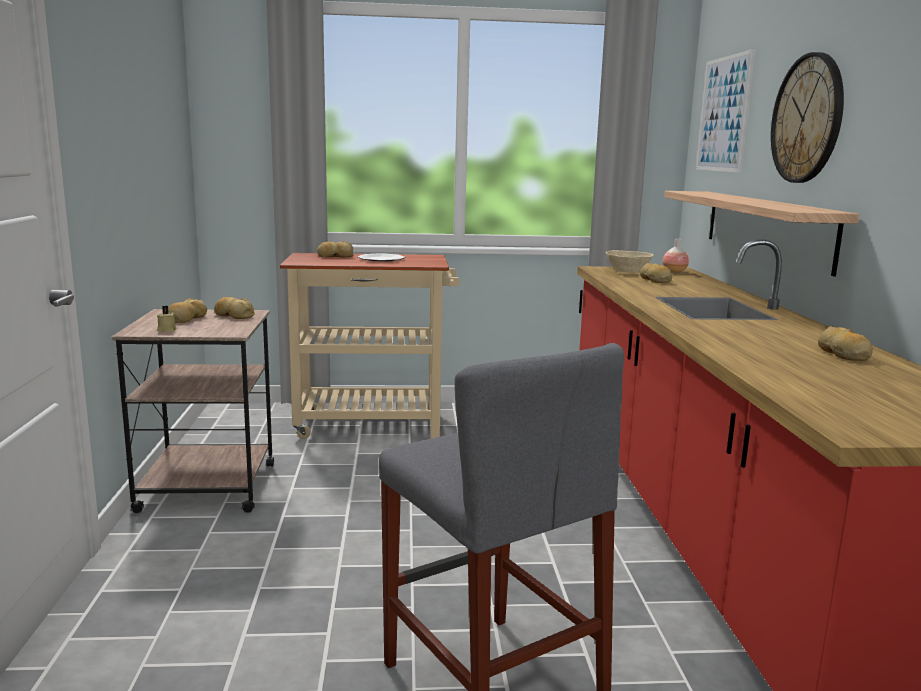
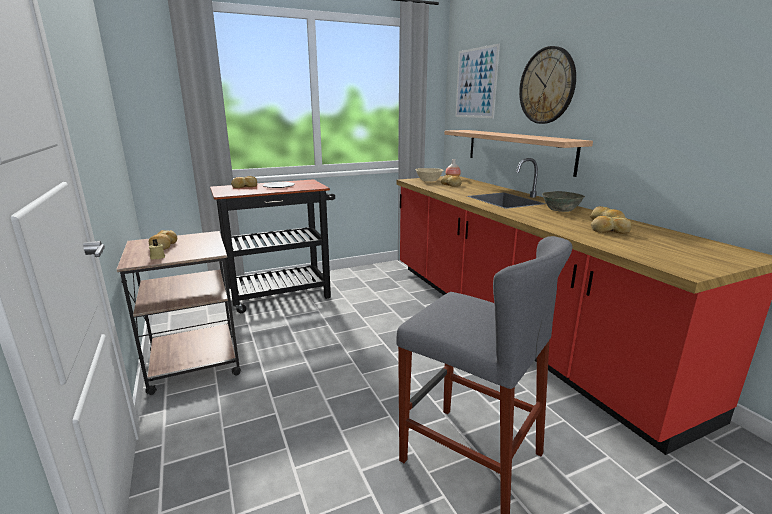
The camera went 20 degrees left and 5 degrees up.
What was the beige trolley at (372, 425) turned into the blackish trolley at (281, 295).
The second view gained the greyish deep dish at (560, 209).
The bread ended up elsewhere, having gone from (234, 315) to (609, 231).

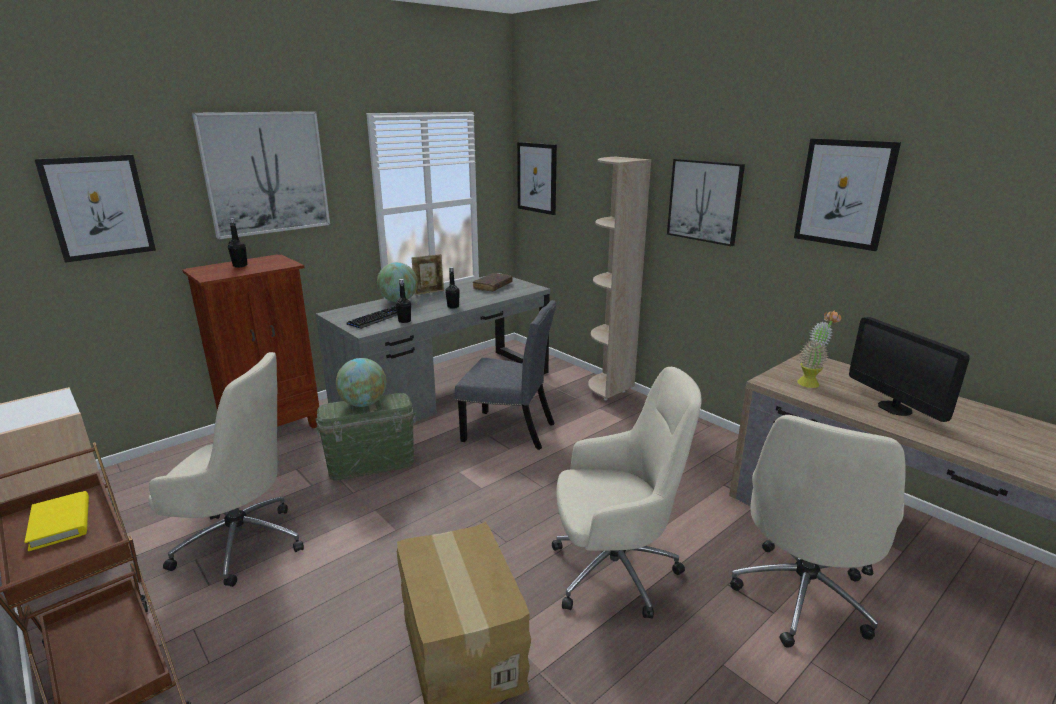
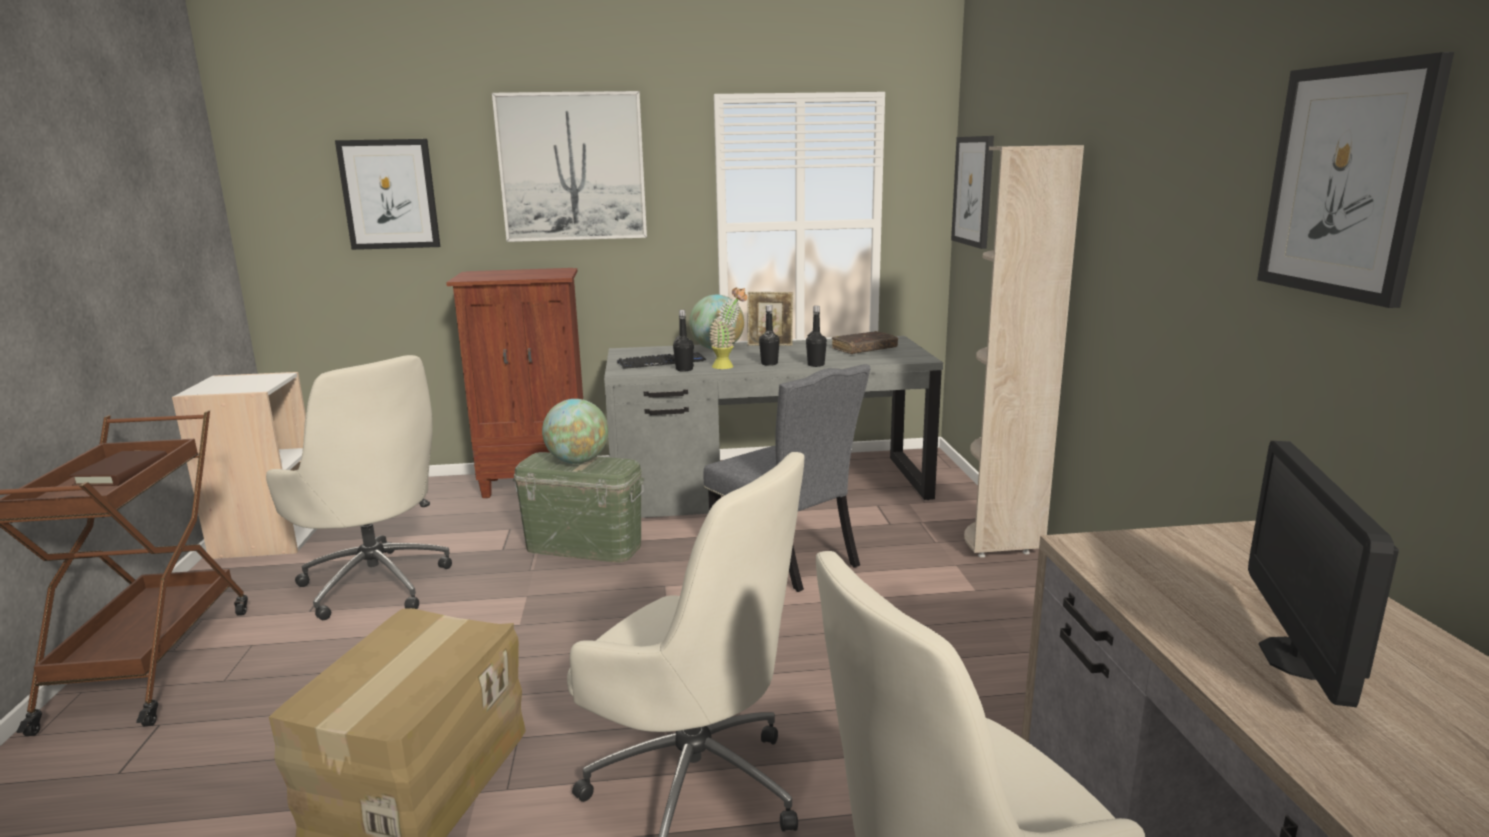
The camera went 35 degrees right and 5 degrees down.
What was the yellow volume at (61, 523) turned into the brownish volume at (122, 473).
The potted plant ended up elsewhere, having gone from (811, 382) to (728, 366).
The blackish beverage bottle ended up elsewhere, having gone from (240, 266) to (816, 365).
The second view lost the wall picture at (705, 201).

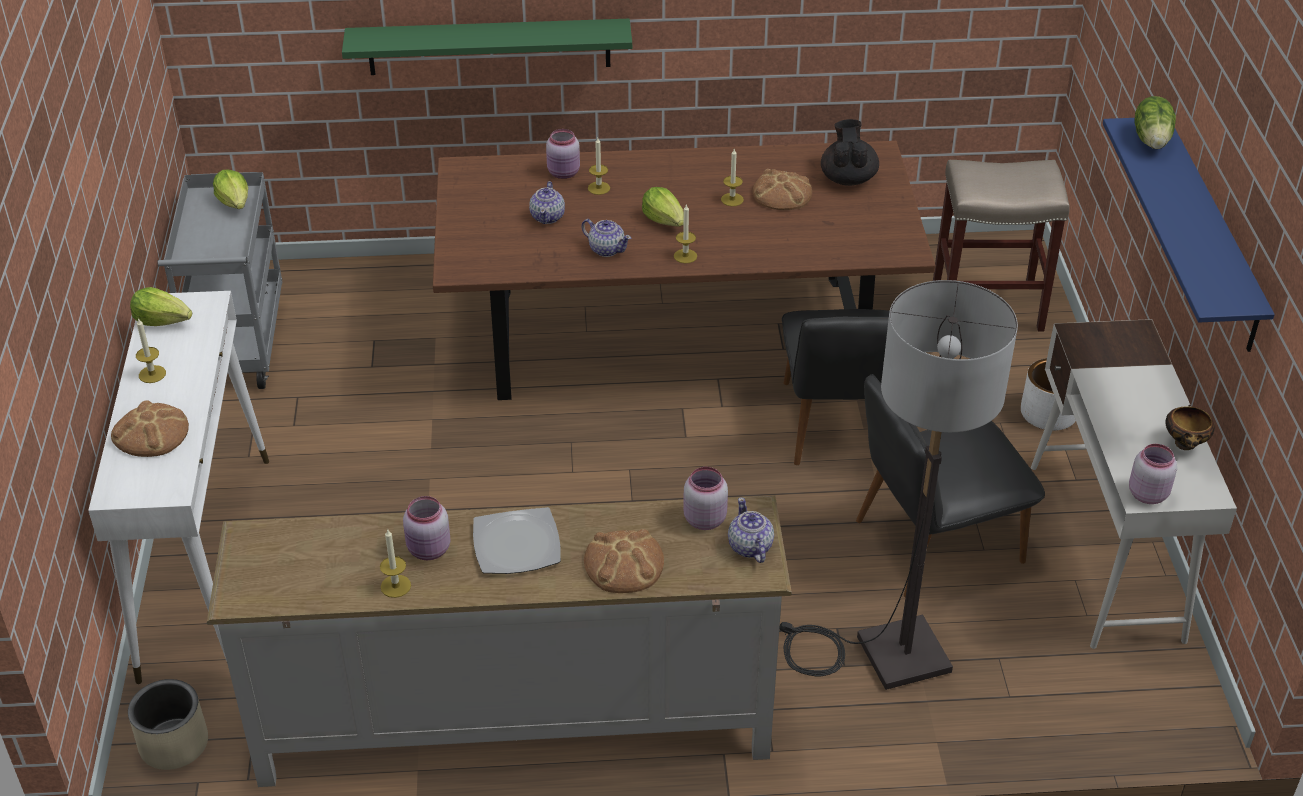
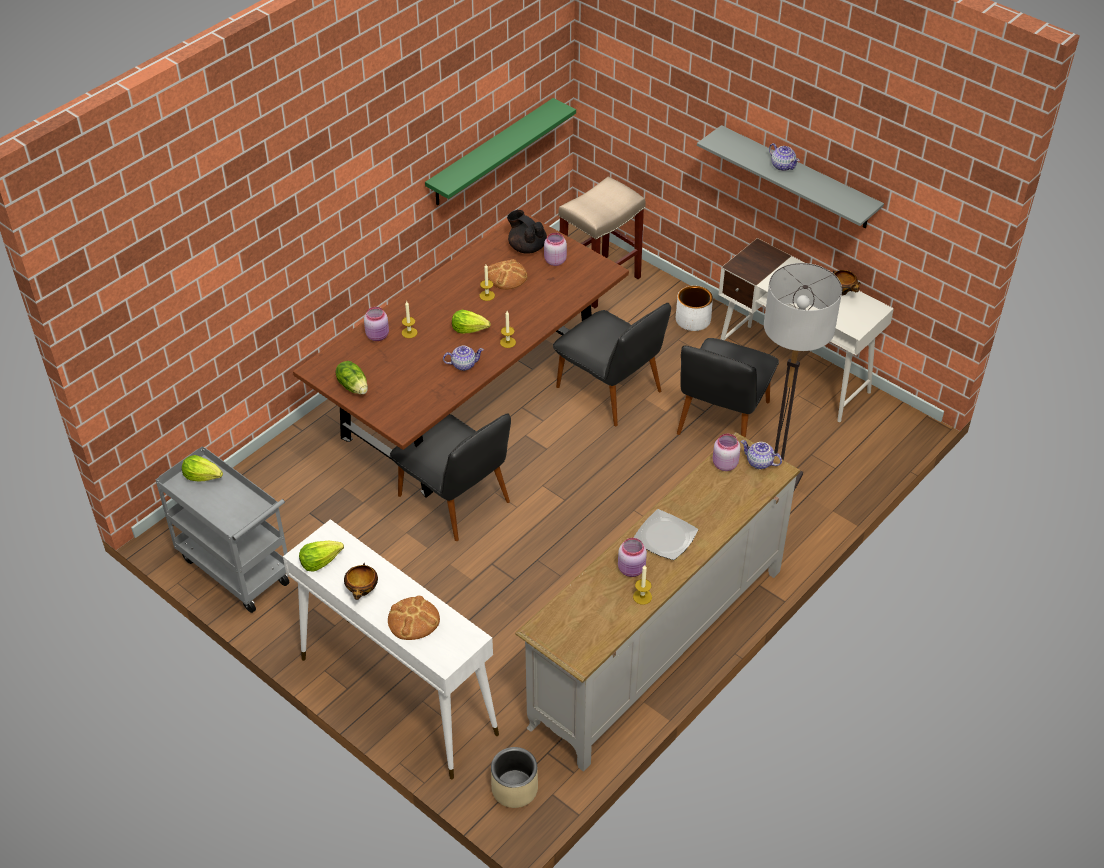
The camera went 45 degrees left and 5 degrees up.
The lettuce ended up elsewhere, having gone from (1152, 140) to (353, 386).
Where the wax light stood at (152, 374), the deep dish came to stand at (362, 592).
The second view gained the blackish plain chair at (454, 498).
The greenish bracket shelf ended up elsewhere, having gone from (489, 46) to (491, 153).
The pinkish jar ended up elsewhere, having gone from (1146, 493) to (554, 261).
What was the bluish bracket shelf at (1211, 234) turned into the greyish bracket shelf at (798, 178).
The tea pot ended up elsewhere, having gone from (548, 217) to (782, 166).
The second view lost the bread at (624, 564).

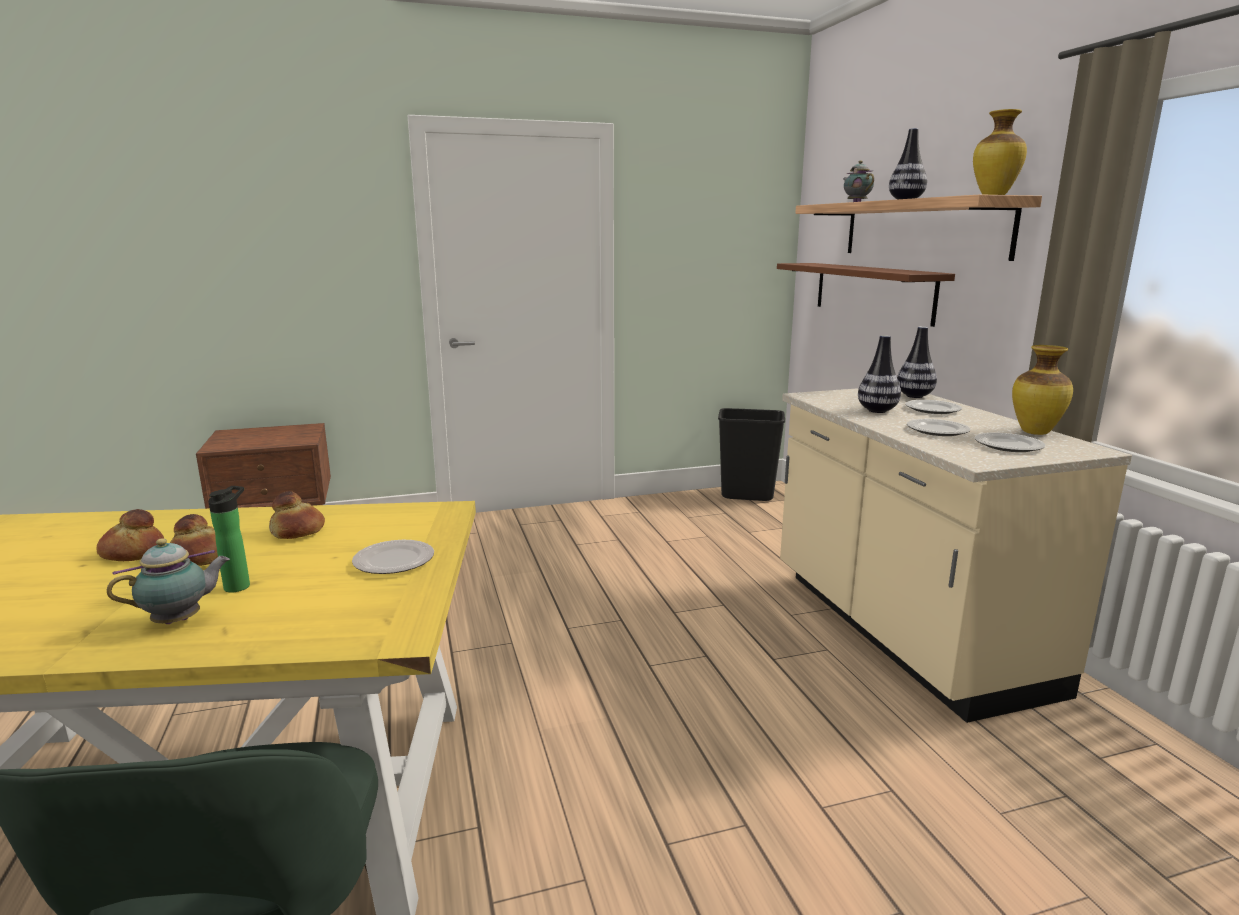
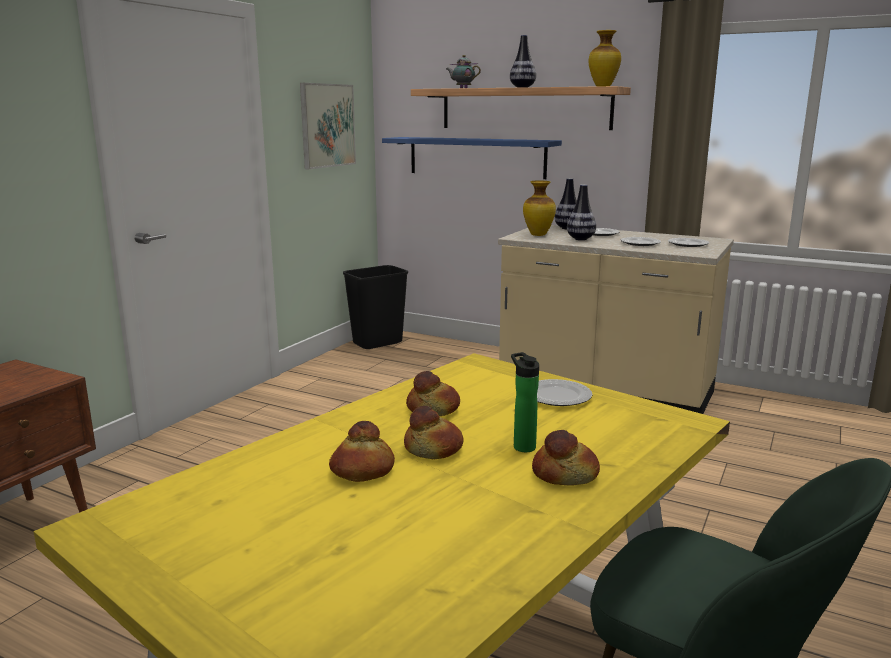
The camera went 45 degrees left and 0 degrees up.
The second view gained the wall picture at (327, 125).
What was the brownish bracket shelf at (872, 291) turned into the bluish bracket shelf at (476, 157).
The decorative vase ended up elsewhere, having gone from (1036, 432) to (538, 235).
Where the tea pot stood at (181, 621), the bread came to stand at (565, 475).

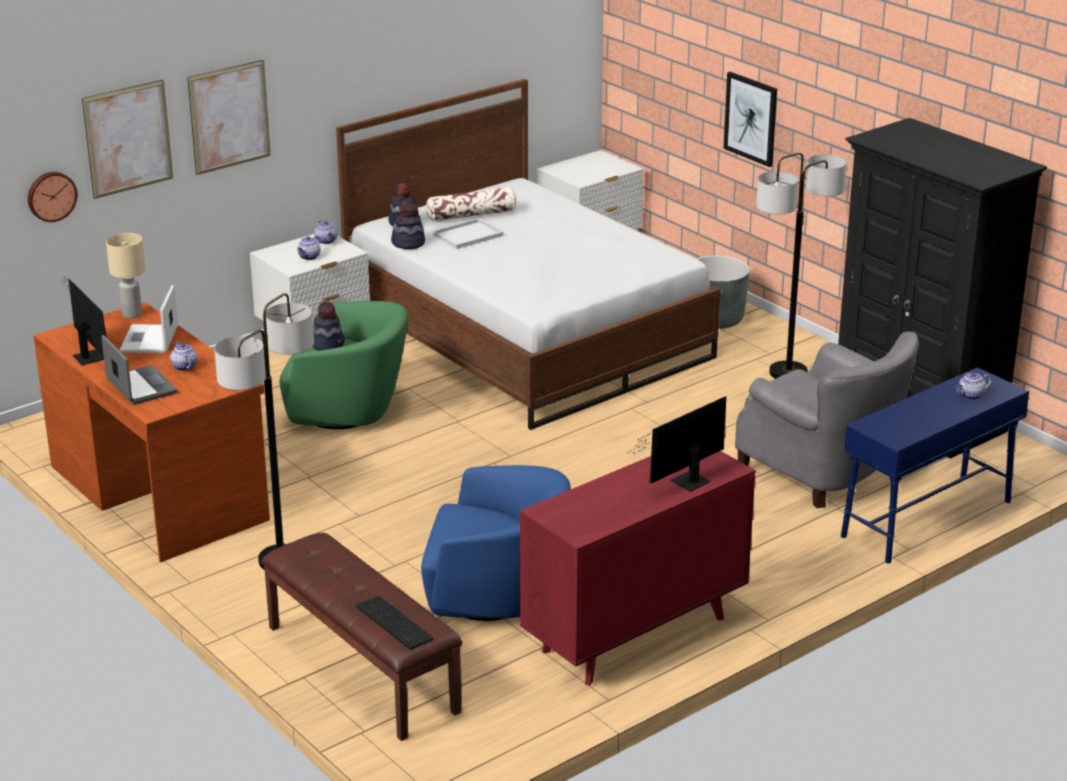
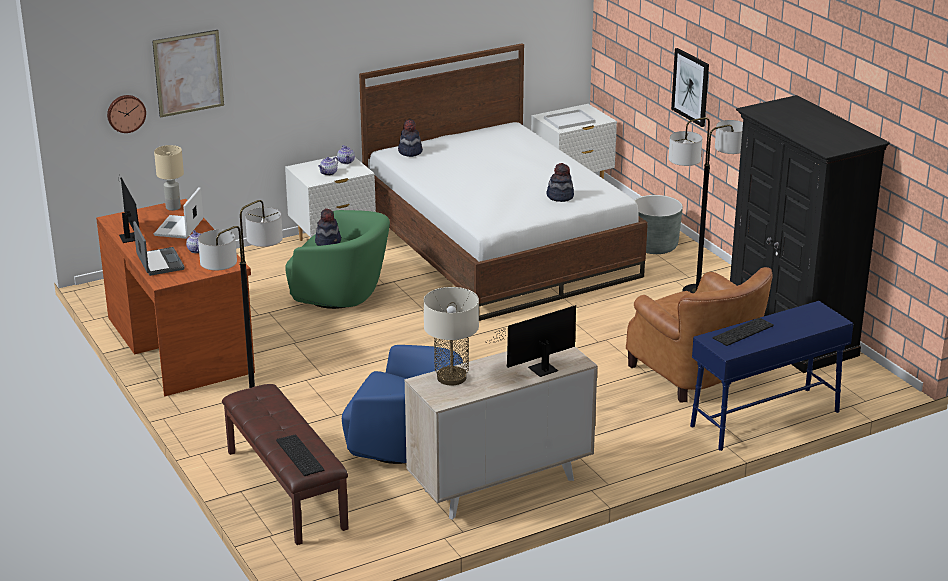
The camera went 10 degrees right and 0 degrees up.
What was the reddish chest of drawers at (635, 635) turned into the white-coloured chest of drawers at (500, 485).
The second view gained the tabletop lamp at (451, 377).
The white-coloured serving tray ended up elsewhere, having gone from (467, 236) to (569, 121).
The wearable hat ended up elsewhere, having gone from (408, 243) to (560, 196).
What was the greyish armchair at (822, 473) turned into the brownish armchair at (694, 375).
The second view gained the computer keyboard at (743, 332).
The second view lost the wall picture at (229, 117).
The second view lost the throw pillow at (471, 215).
The second view lost the tea pot at (970, 396).

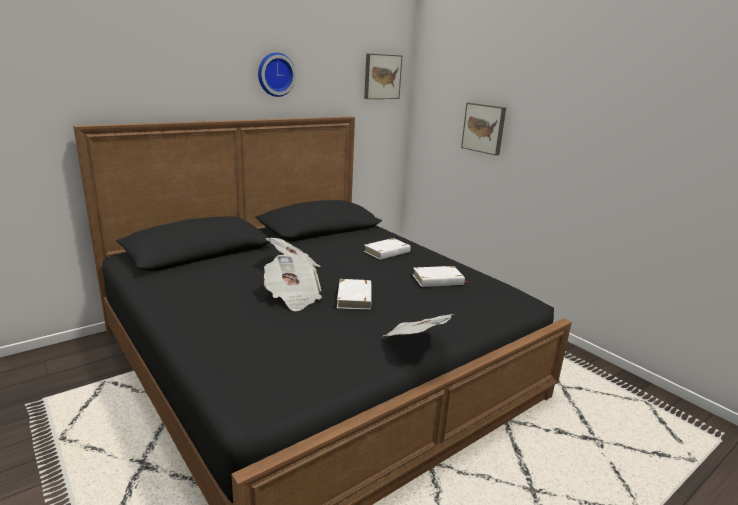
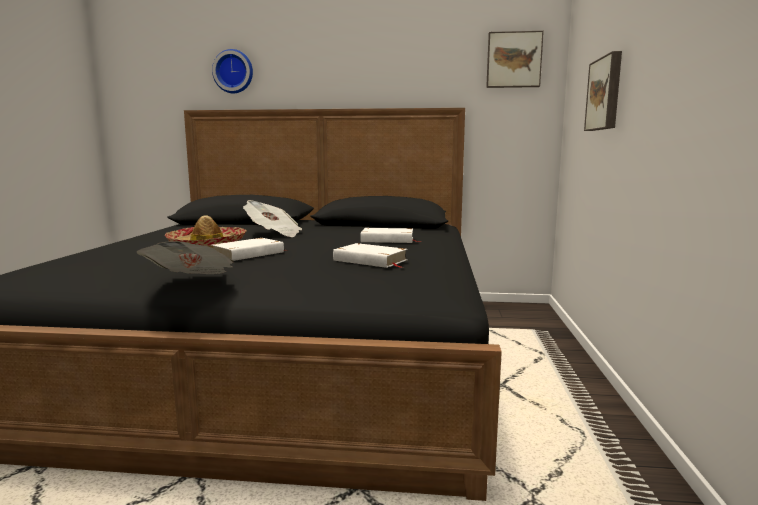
The camera went 45 degrees right and 10 degrees down.
Where the printed paper stood at (293, 297), the wearable hat came to stand at (207, 245).
The clock on the wall ended up elsewhere, having gone from (275, 74) to (234, 72).

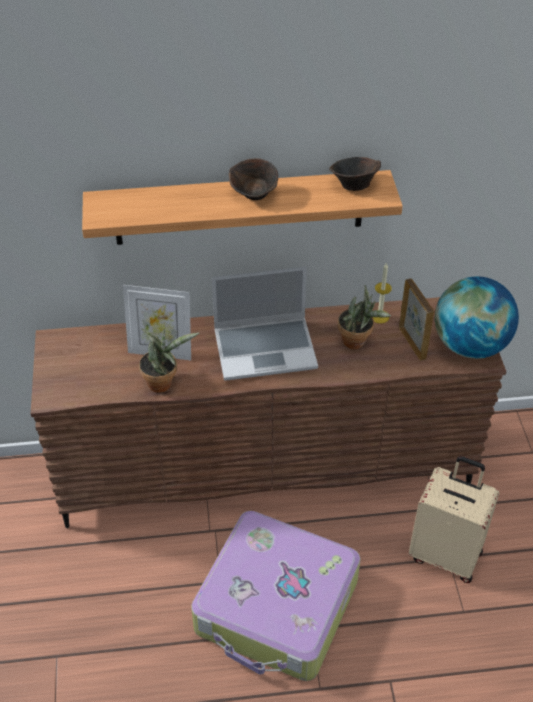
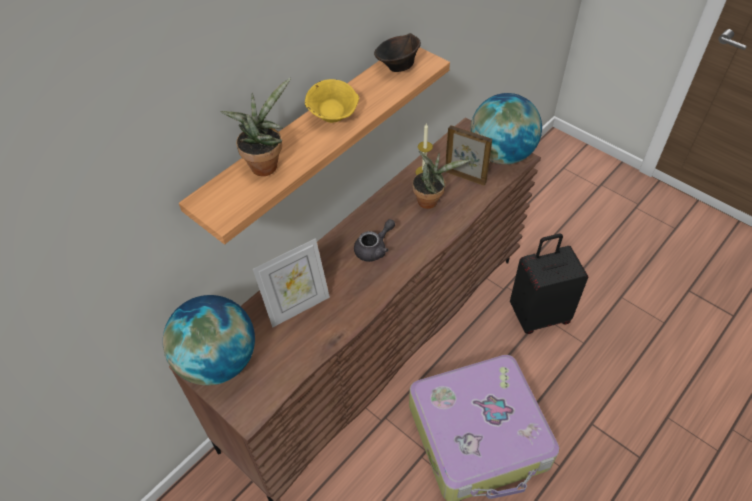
The camera went 40 degrees left and 5 degrees up.
The second view gained the world globe at (219, 361).
The potted plant ended up elsewhere, having gone from (163, 382) to (265, 163).
What was the brownish deep dish at (254, 195) turned into the yellow deep dish at (334, 117).
Where the notebook computer stood at (266, 348), the greyish tea pot came to stand at (374, 248).
What was the beige travel case at (446, 554) turned into the blackish travel case at (538, 315).

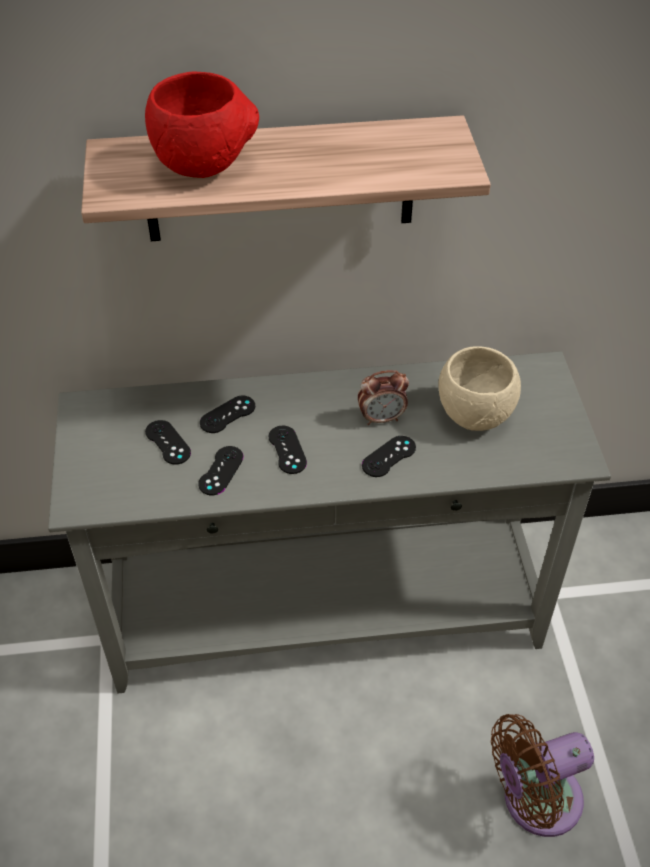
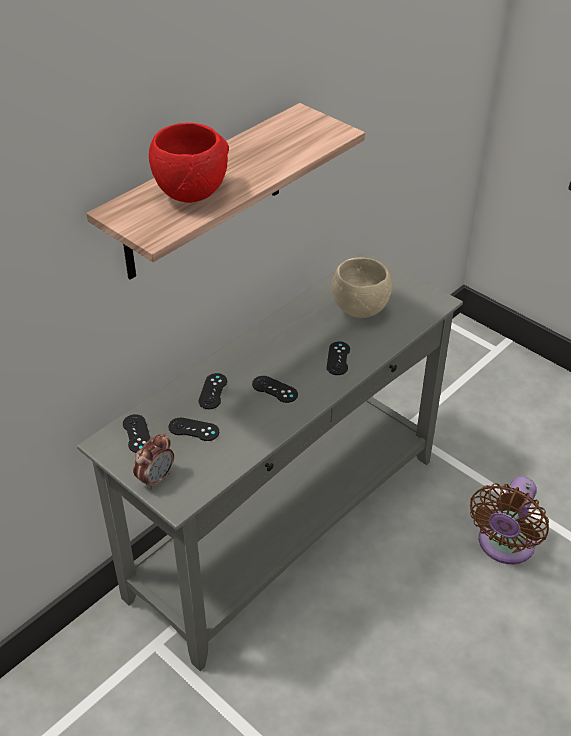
The camera went 40 degrees left and 5 degrees down.
The blackish game controller ended up elsewhere, having gone from (221, 471) to (137, 434).
The table clock ended up elsewhere, having gone from (382, 418) to (156, 478).

